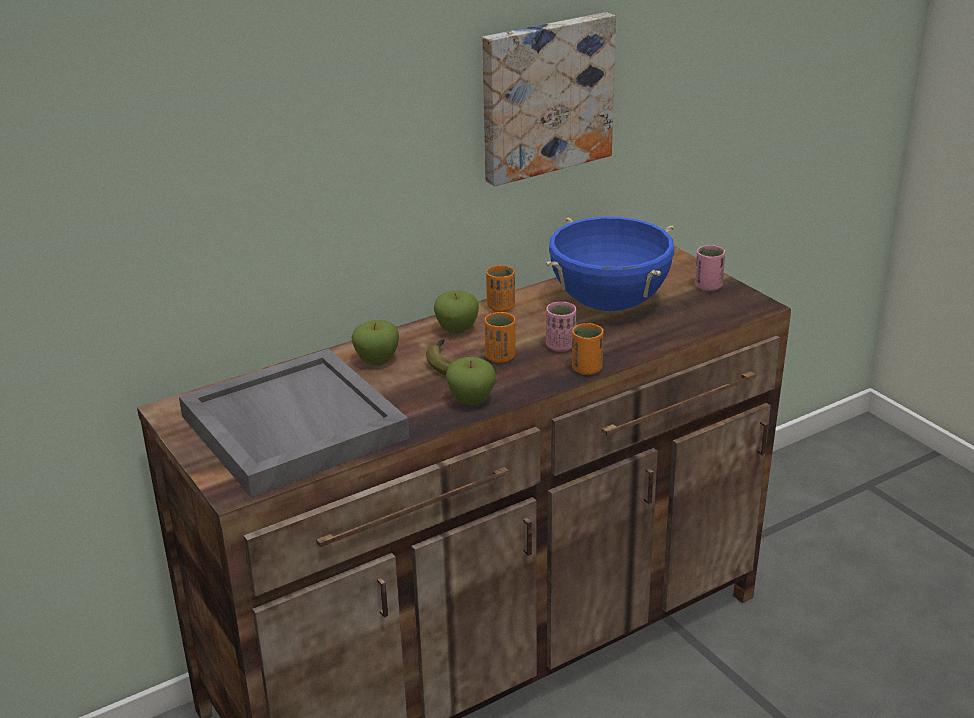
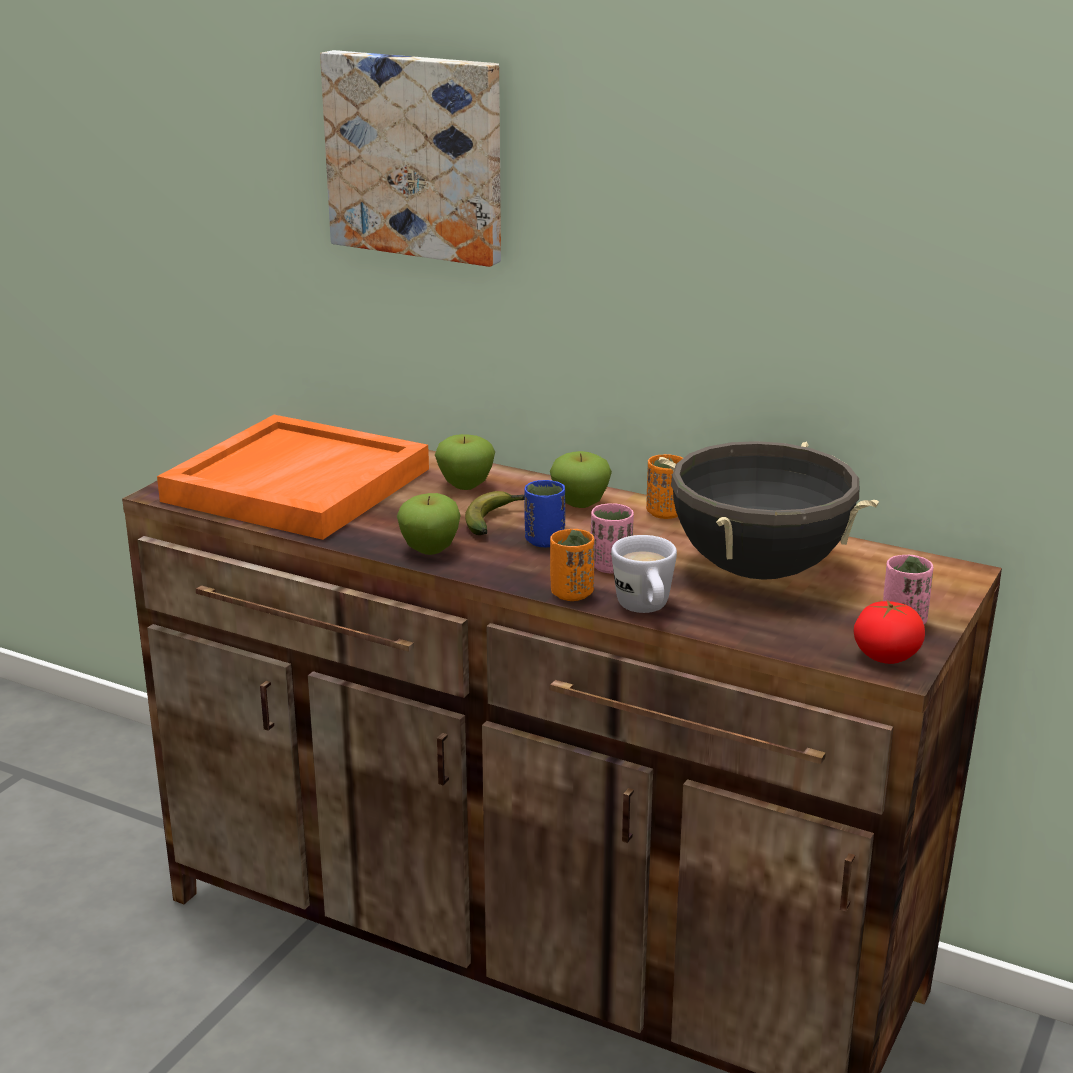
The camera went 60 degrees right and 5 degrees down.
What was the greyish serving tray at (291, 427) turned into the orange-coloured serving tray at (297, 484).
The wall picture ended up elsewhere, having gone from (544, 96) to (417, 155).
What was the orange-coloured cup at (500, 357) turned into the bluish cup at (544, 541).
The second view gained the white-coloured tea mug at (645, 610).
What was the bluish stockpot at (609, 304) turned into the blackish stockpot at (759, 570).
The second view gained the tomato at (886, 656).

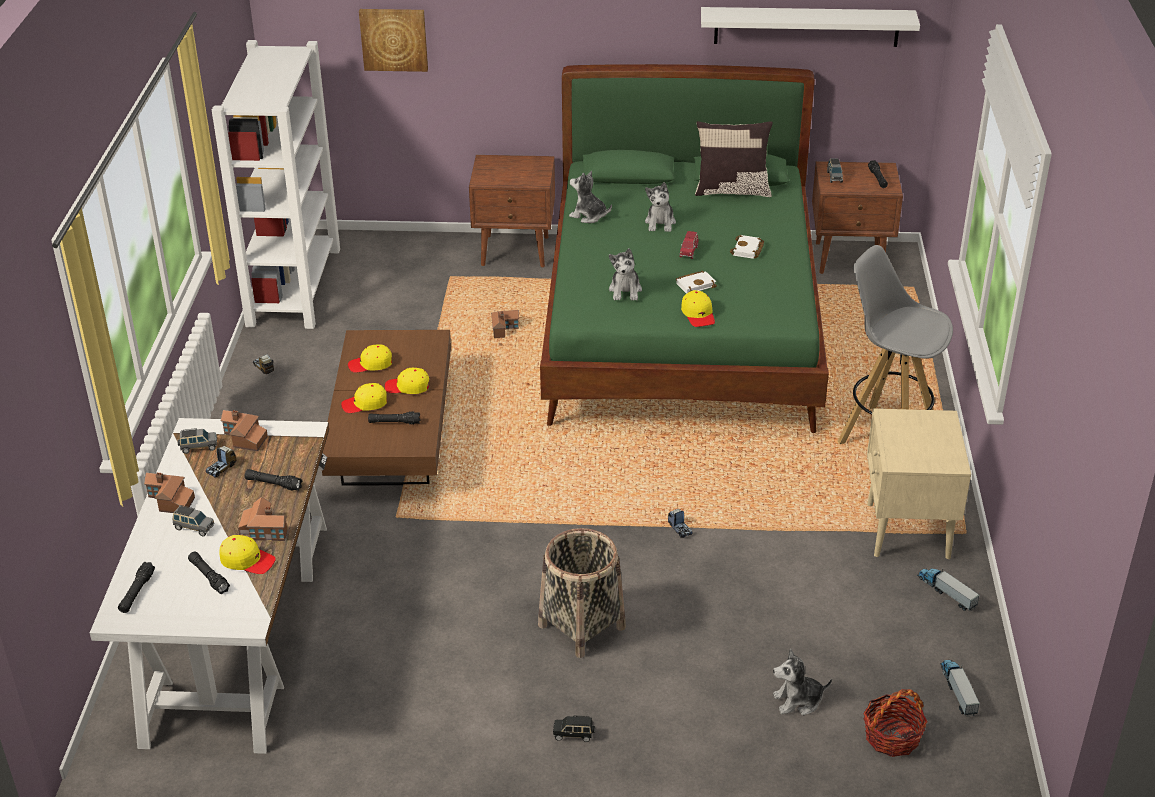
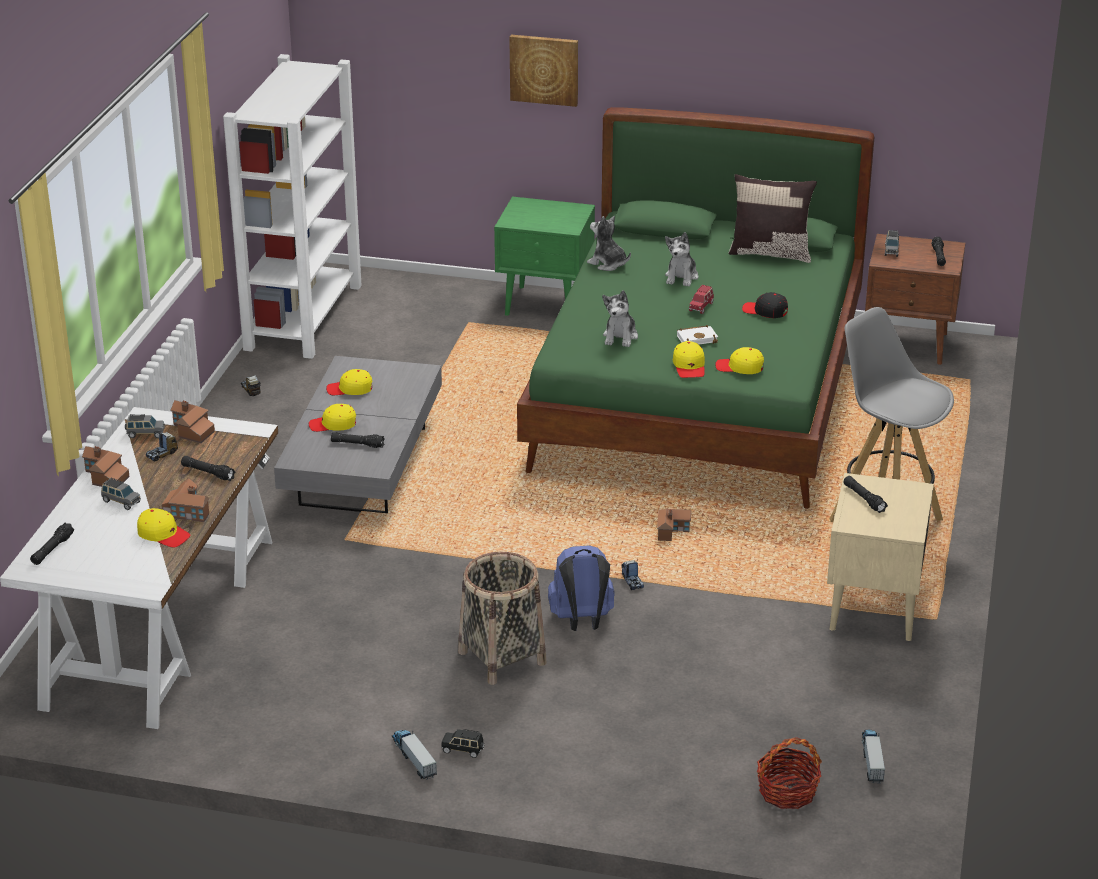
The camera went 10 degrees right and 5 degrees down.
What was the brownish lounge table at (393, 437) turned into the greyish lounge table at (364, 467).
The model truck ended up elsewhere, having gone from (946, 592) to (413, 758).
What was the brownish night table at (516, 251) turned into the greenish night table at (546, 304).
The wall picture ended up elsewhere, having gone from (394, 39) to (544, 69).
The second view gained the bluish backpack at (581, 621).
The toy house ended up elsewhere, having gone from (505, 328) to (673, 530).
The yellow cap ended up elsewhere, having gone from (407, 387) to (740, 367).
Where the white-coloured volume stood at (748, 250), the blackish cap came to stand at (765, 311).
The blackish torch ended up elsewhere, having gone from (209, 577) to (864, 499).
The second view lost the white-coloured bracket shelf at (806, 26).
The second view lost the cuddly toy at (798, 701).

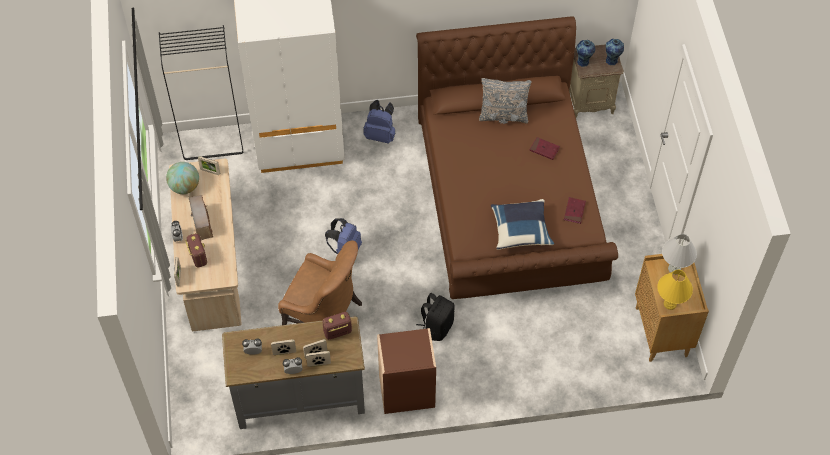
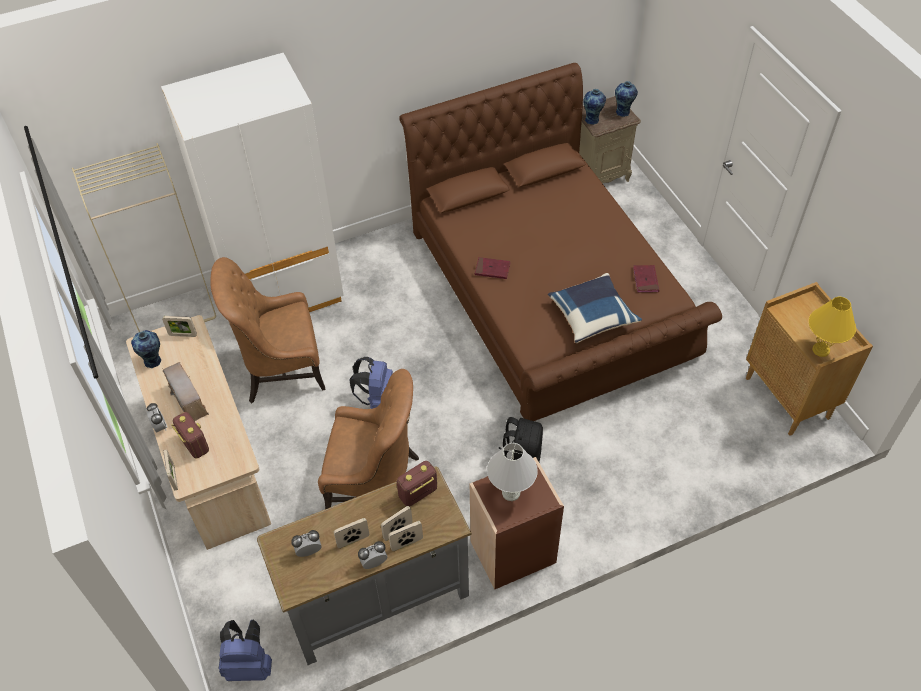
The camera went 15 degrees left and 5 degrees down.
What was the blackish garment rack at (213, 143) turned into the beige garment rack at (176, 315).
Where the world globe stood at (185, 187), the decorative vase came to stand at (153, 361).
The second view gained the brownish plain chair at (281, 368).
The bluish backpack ended up elsewhere, having gone from (381, 135) to (250, 665).
The reddish volume ended up elsewhere, having gone from (544, 149) to (492, 269).
The white-coloured tabletop lamp ended up elsewhere, having gone from (674, 268) to (511, 492).
The second view lost the greyish throw pillow at (503, 116).

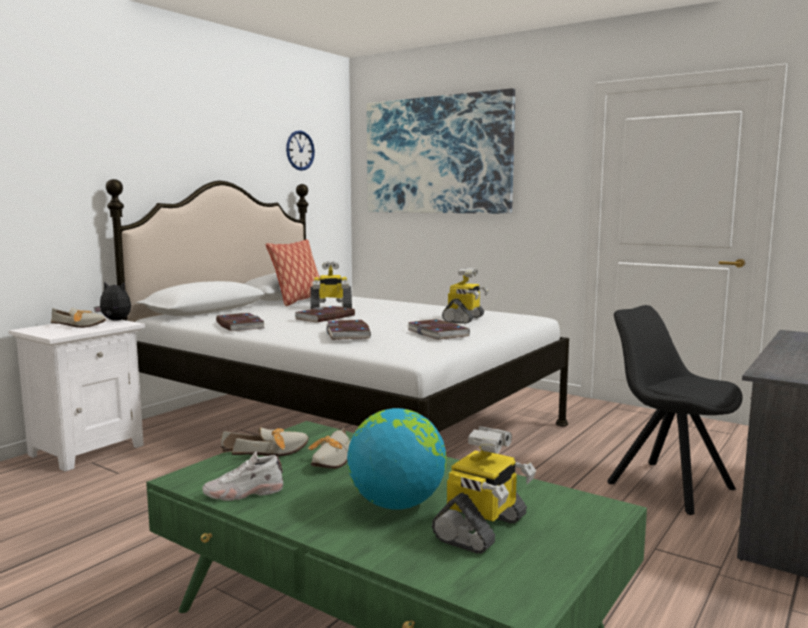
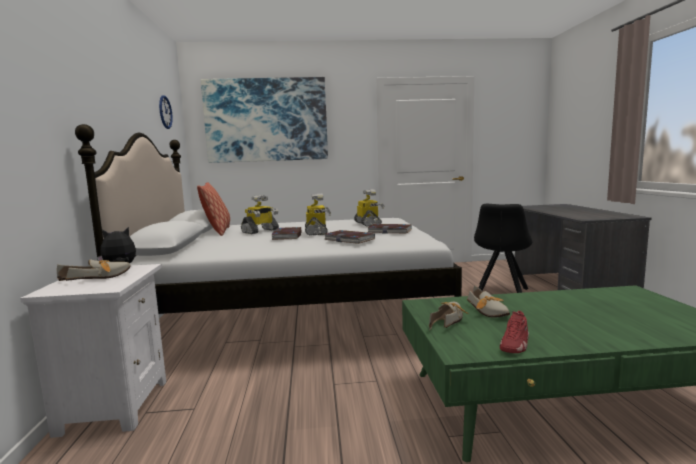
The camera went 40 degrees left and 0 degrees up.
The toy robot ended up elsewhere, having gone from (482, 529) to (317, 232).
The blackish plain chair at (668, 486) ended up facing another way, 75 degrees counterclockwise from before.
What was the white-coloured low shoe at (243, 493) turned into the reddish low shoe at (515, 344).
The second view lost the volume at (239, 325).
The second view lost the world globe at (397, 504).

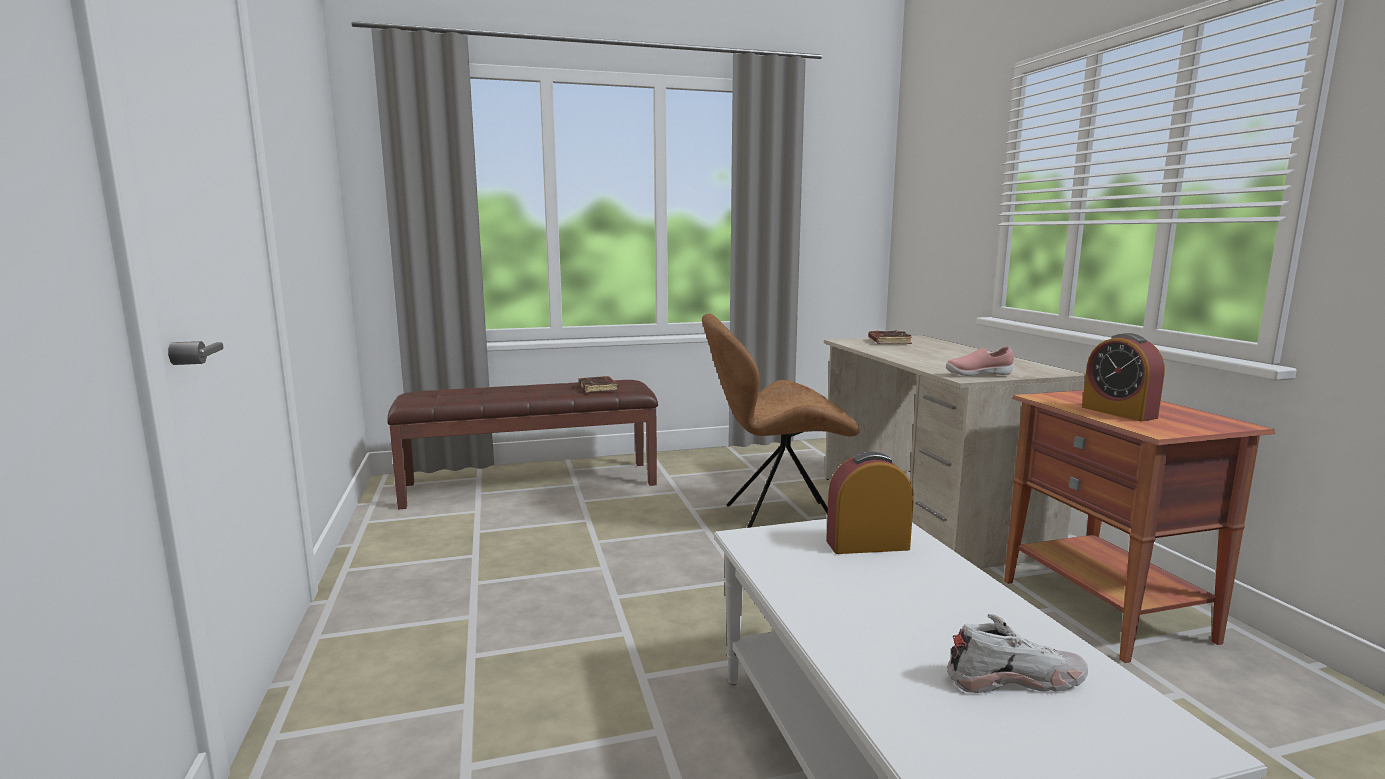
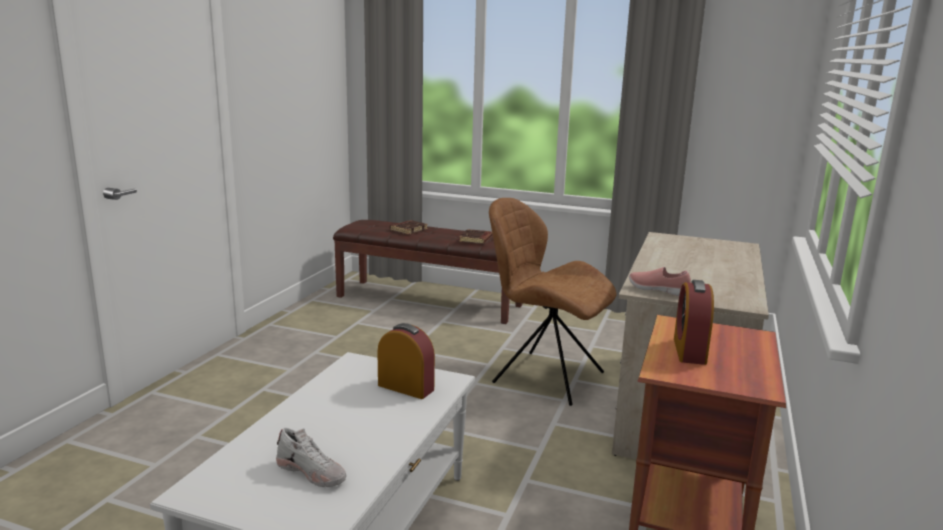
The camera went 35 degrees right and 5 degrees up.
The brownish volume ended up elsewhere, having gone from (888, 341) to (408, 230).

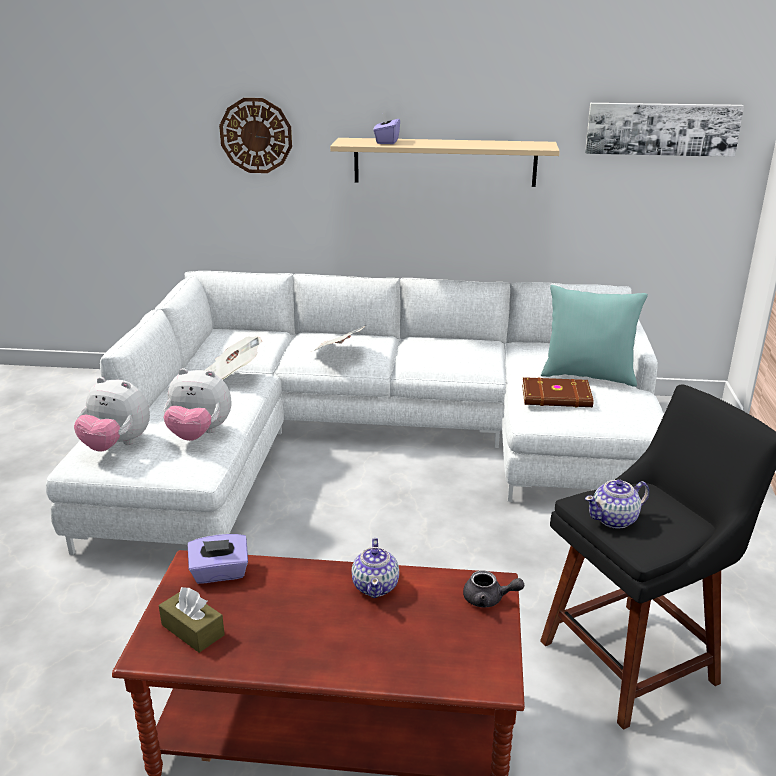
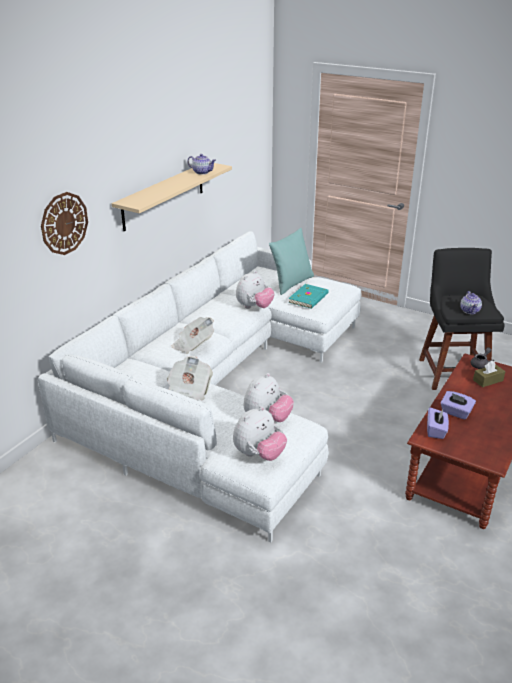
The camera went 65 degrees left and 5 degrees up.
The tea pot ended up elsewhere, having gone from (376, 586) to (202, 172).
The second view gained the cuddly toy at (254, 307).
What was the brownish volume at (557, 397) turned into the turquoise volume at (309, 298).
The purplish box of tissues ended up elsewhere, having gone from (386, 141) to (455, 412).
The brownish box of tissues ended up elsewhere, having gone from (193, 630) to (488, 380).
The second view lost the wall picture at (661, 129).

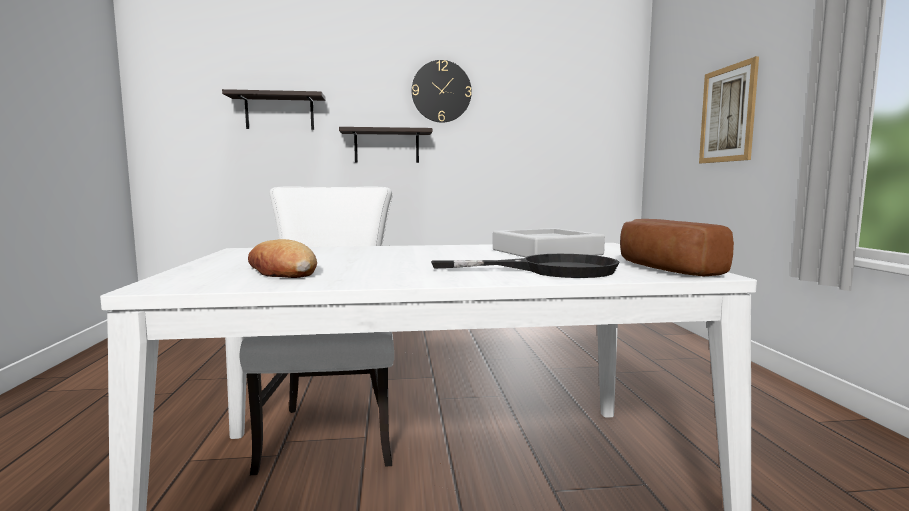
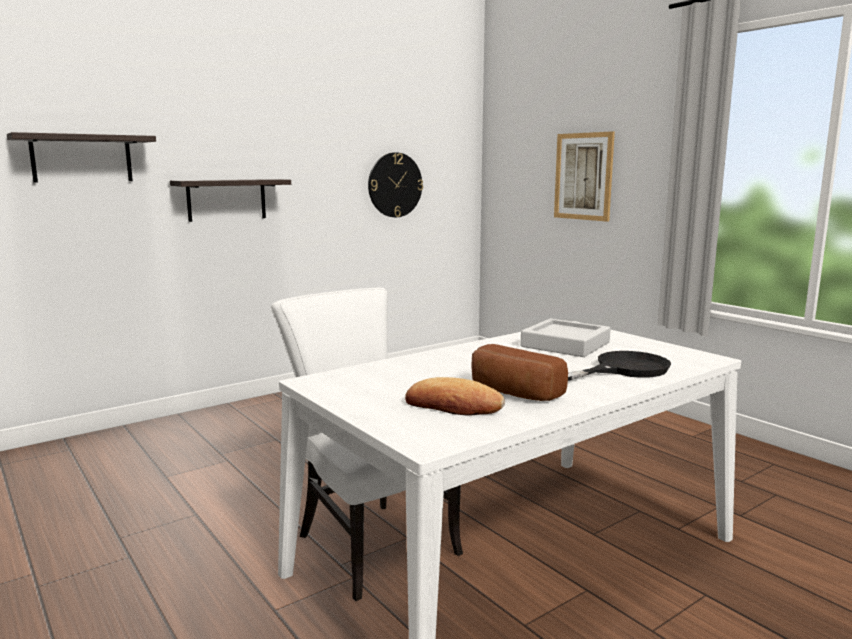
The camera went 30 degrees left and 5 degrees up.
The clock on the wall ended up elsewhere, having gone from (441, 91) to (395, 185).
The bread ended up elsewhere, having gone from (663, 269) to (512, 393).

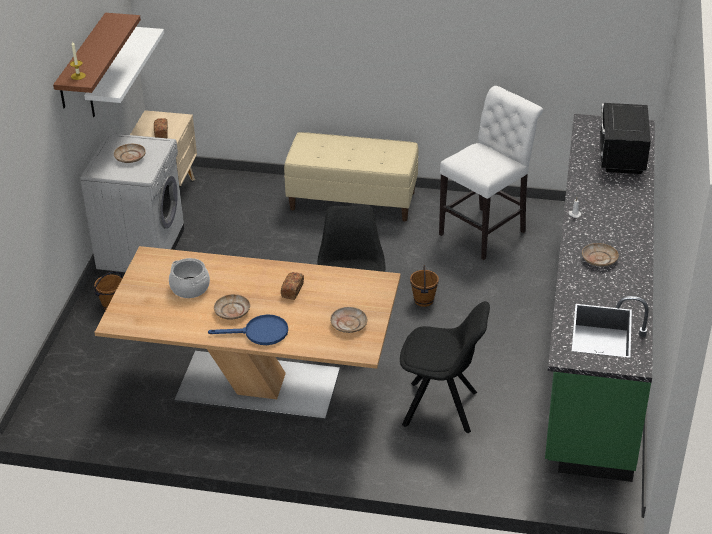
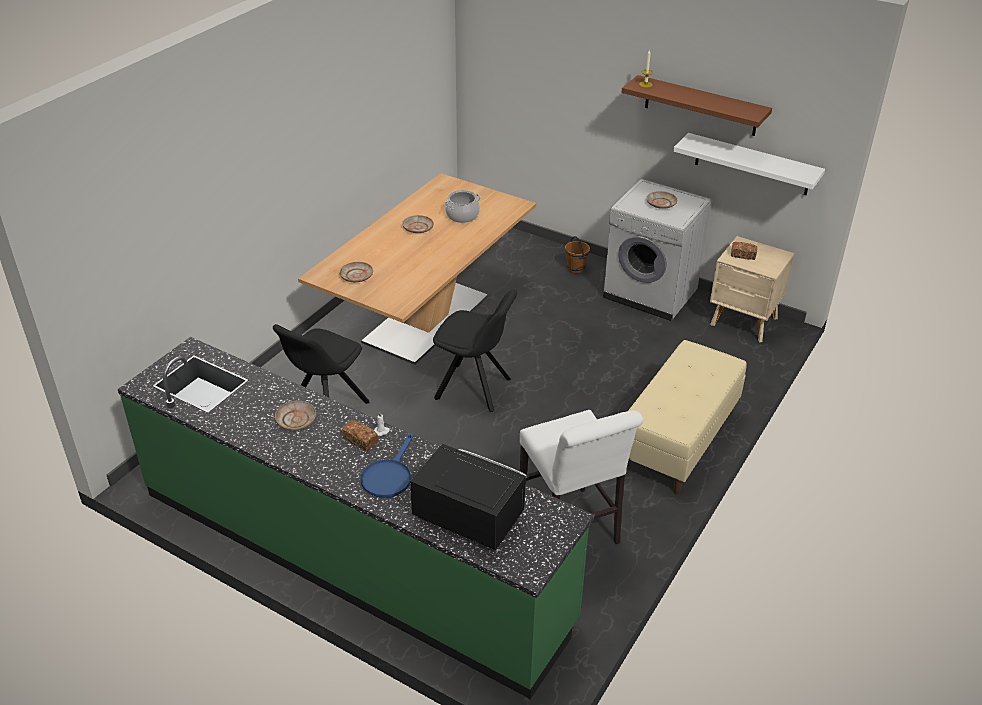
The camera went 110 degrees right and 0 degrees up.
The bread ended up elsewhere, having gone from (292, 290) to (360, 441).
The bluish frying pan ended up elsewhere, having gone from (260, 333) to (389, 476).
The second view lost the brownish water bucket at (424, 300).

